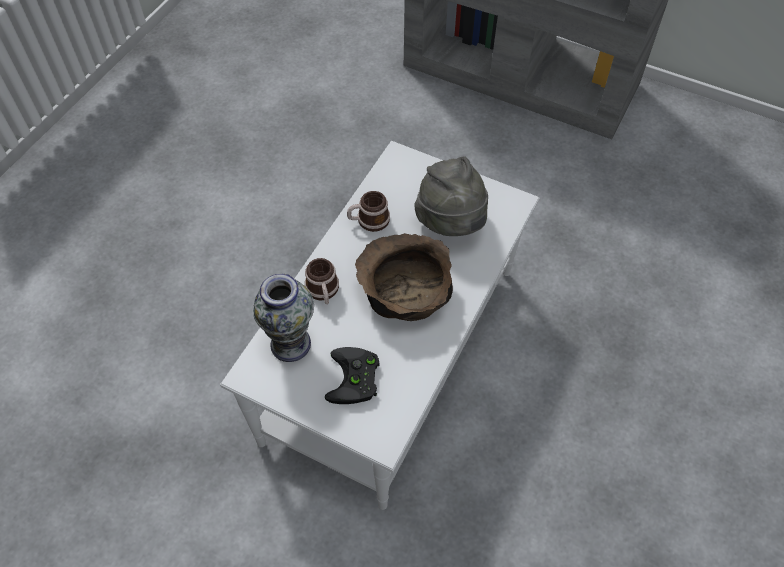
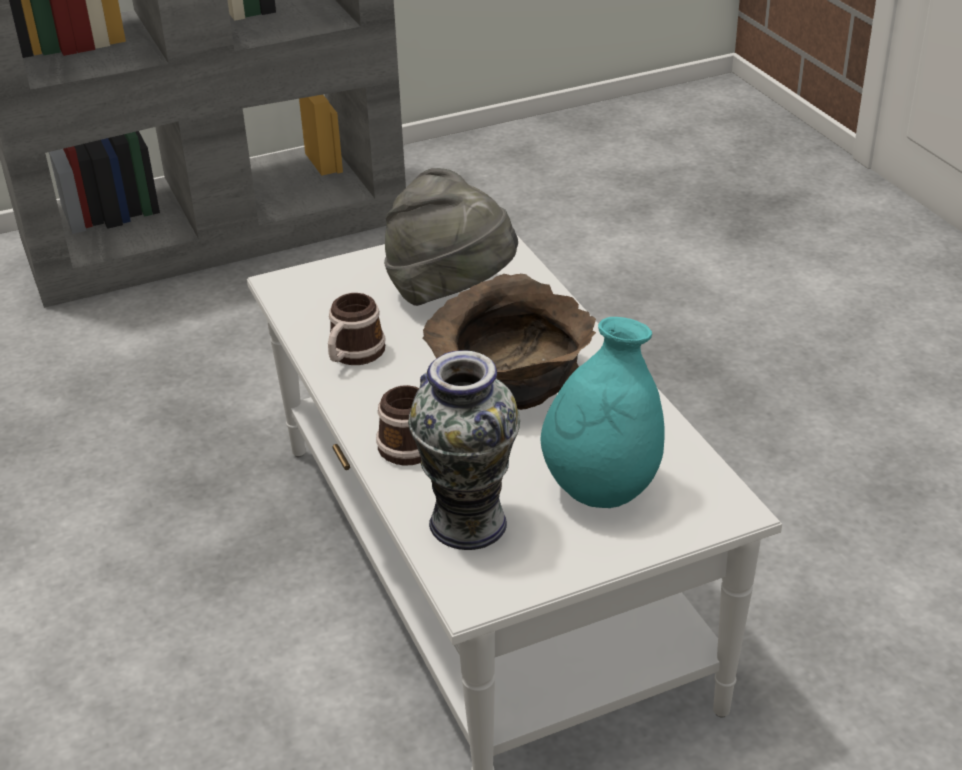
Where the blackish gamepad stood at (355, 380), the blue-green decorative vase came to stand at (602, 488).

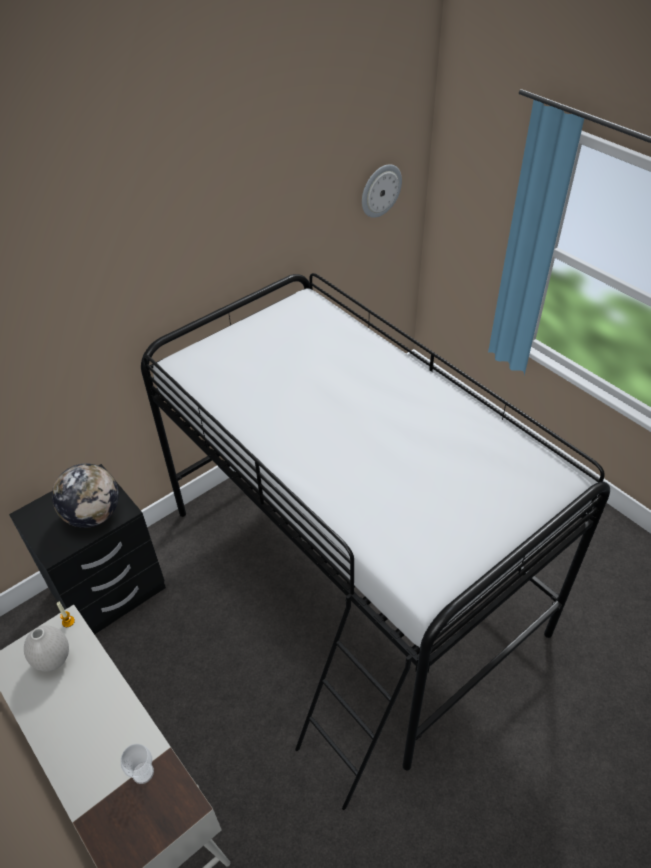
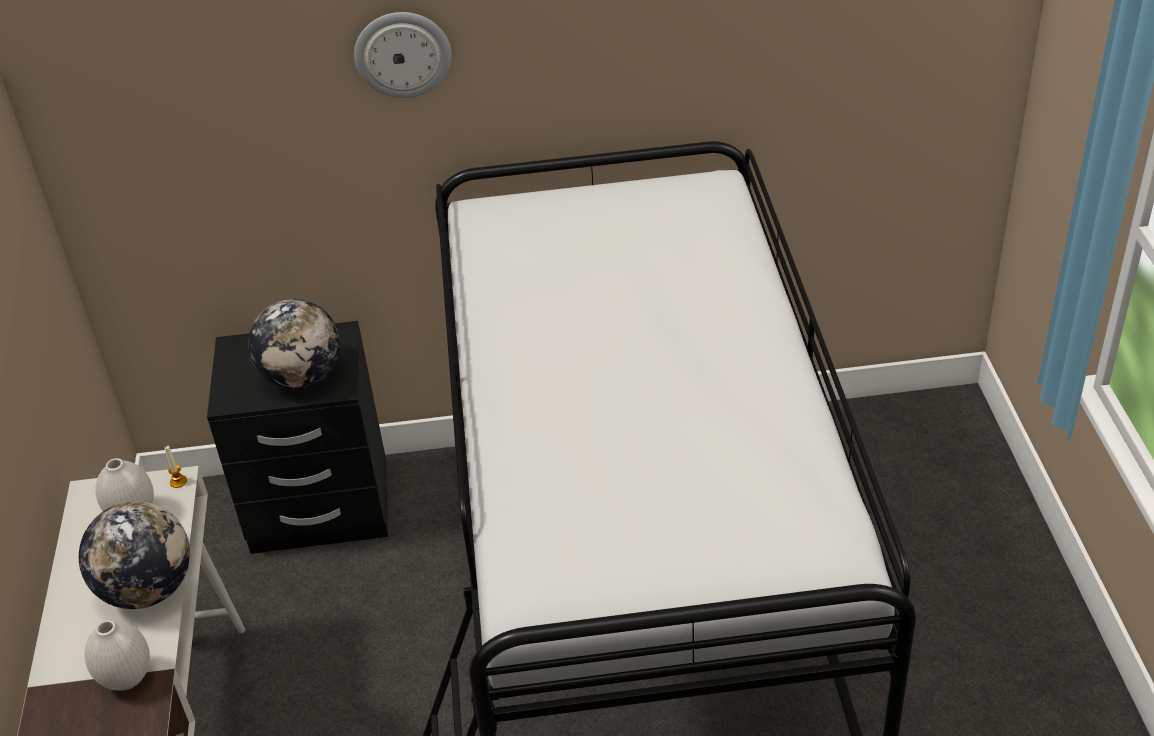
The second view gained the globe at (148, 589). Where the drinking cup stood at (143, 772), the white decorative vase came to stand at (127, 678). The wall clock ended up elsewhere, having gone from (380, 190) to (402, 54).

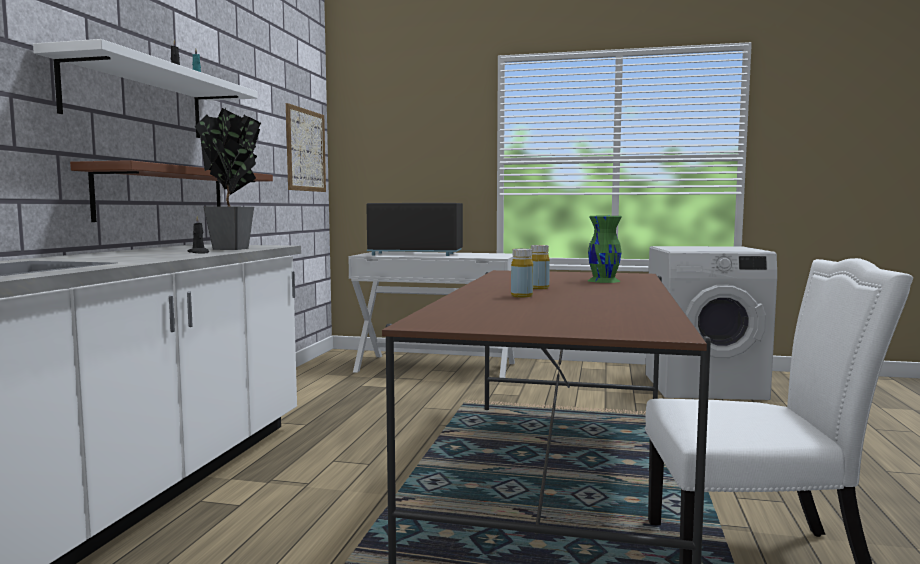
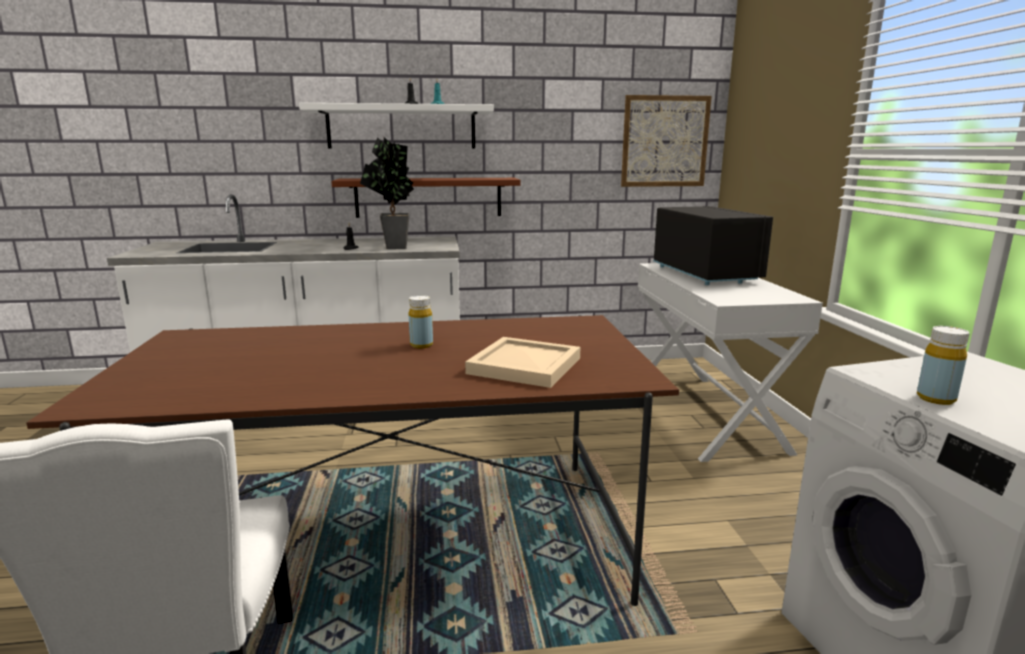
Where the green decorative vase stood at (604, 280), the beige carrying tray came to stand at (526, 365). The yellow-coloured beverage bottle ended up elsewhere, having gone from (521, 296) to (936, 399).

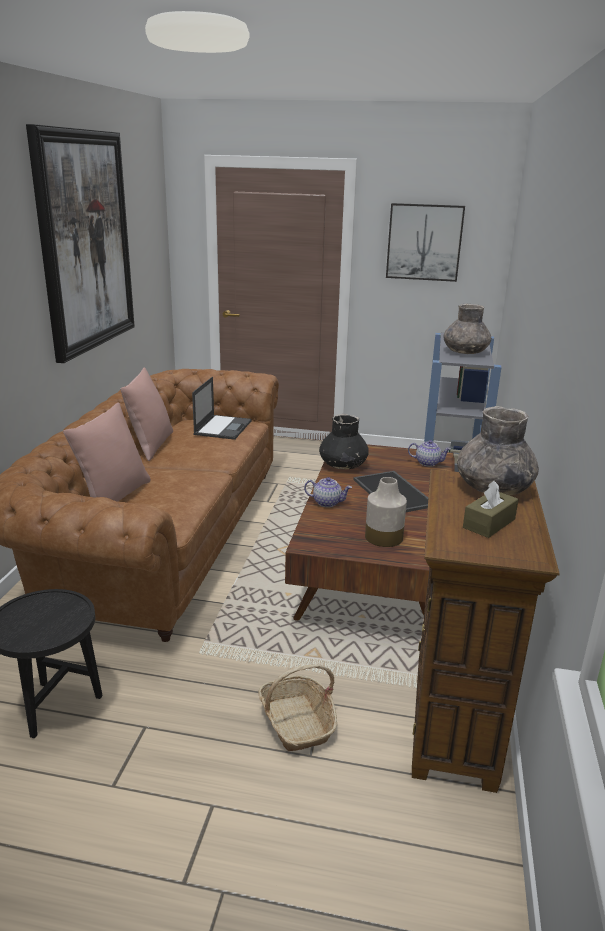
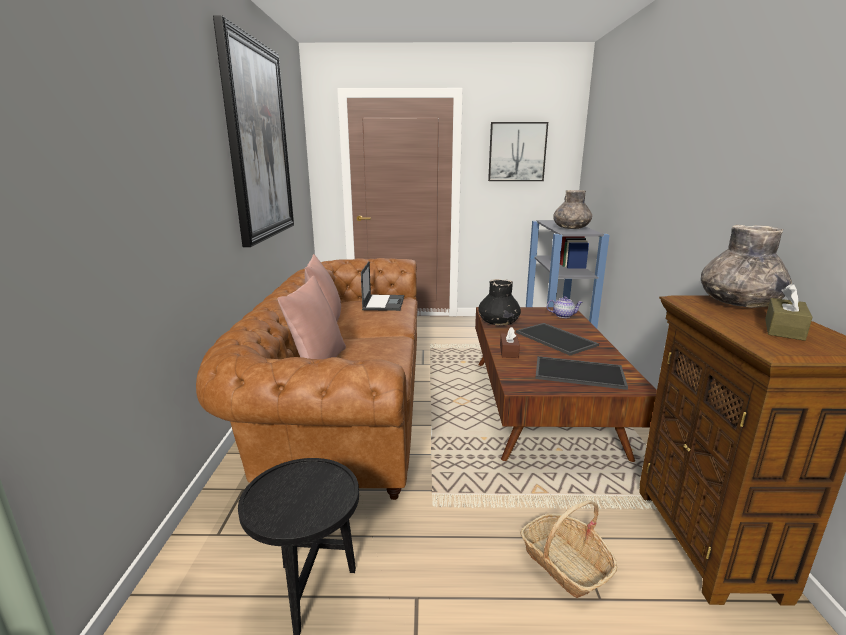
Where the teapot stood at (327, 502), the brownish box of tissues came to stand at (509, 351). Where the beige decorative vase stood at (383, 537), the carrying tray came to stand at (578, 373).

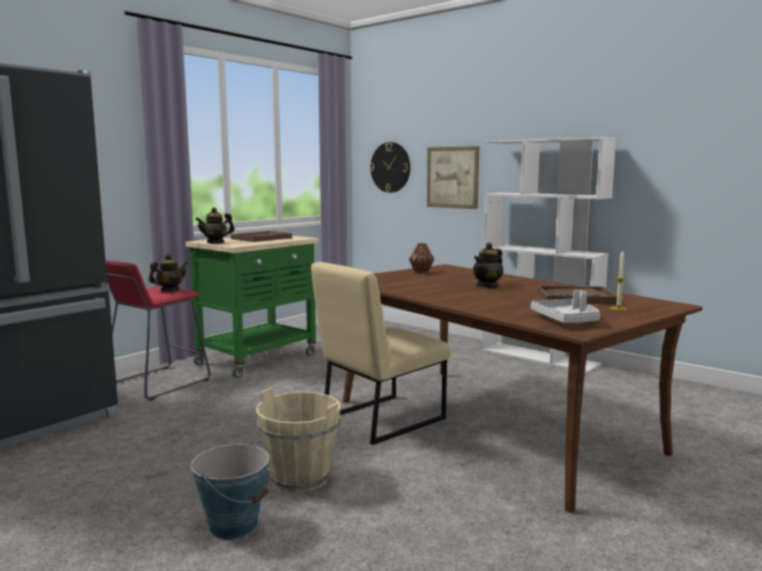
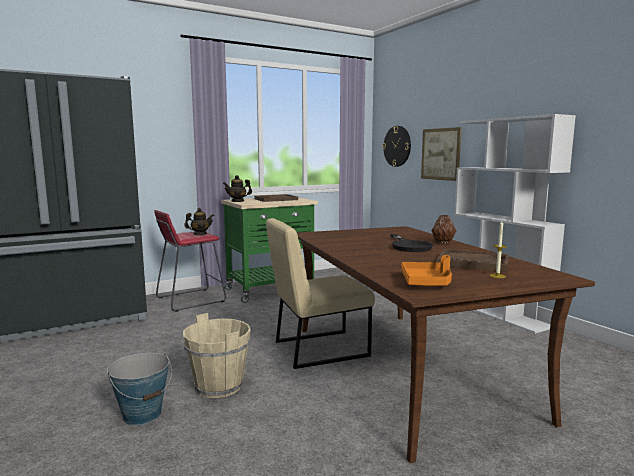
Where the teapot stood at (488, 286), the blackish skillet came to stand at (409, 246). What was the grey carrying tray at (567, 320) turned into the orangey carrying tray at (426, 282). The brownish decorative vase ended up elsewhere, having gone from (421, 272) to (442, 242).

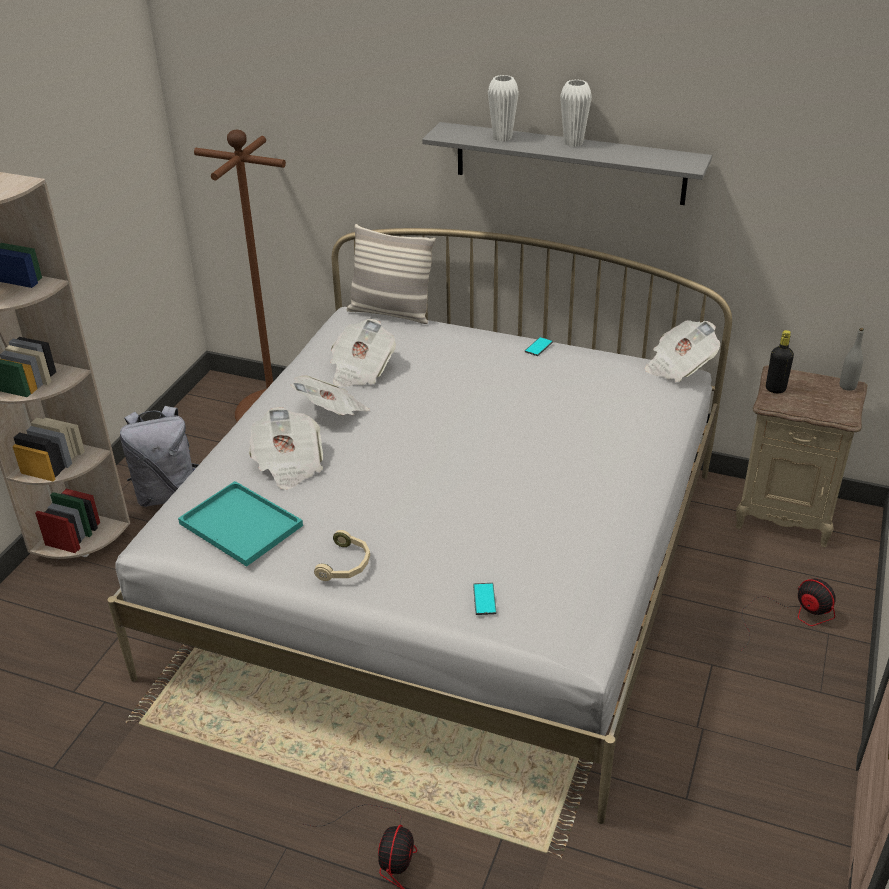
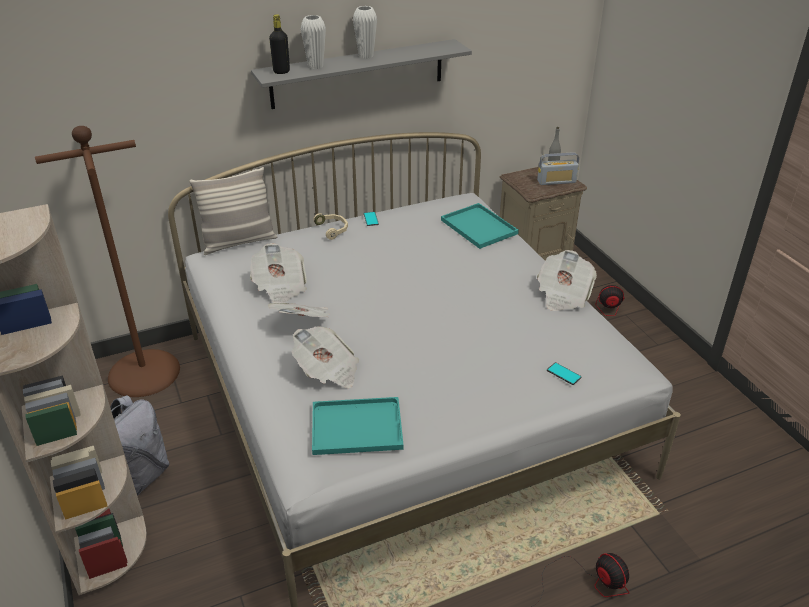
The blackish beverage bottle ended up elsewhere, having gone from (775, 389) to (281, 71). The beige pair of headphones ended up elsewhere, having gone from (346, 564) to (333, 229). The second view gained the blue-green carrying tray at (480, 227). The second view gained the radio at (556, 181). The newspaper ended up elsewhere, having gone from (679, 366) to (563, 295).

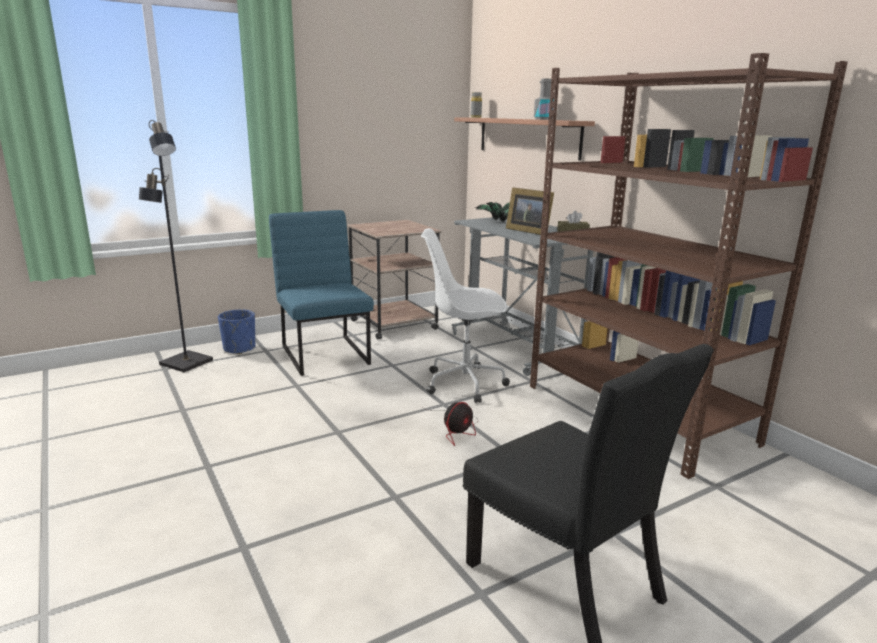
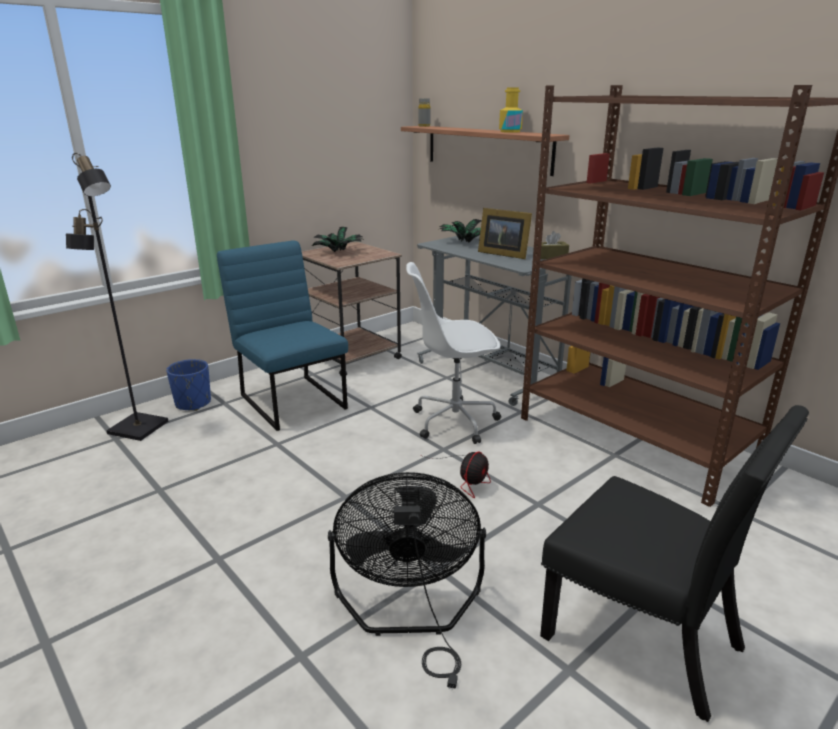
The second view gained the plant in a pot at (339, 252). The second view gained the blackish electric fan at (413, 616). What was the grey beverage bottle at (544, 119) turned into the yellow-coloured beverage bottle at (510, 131).

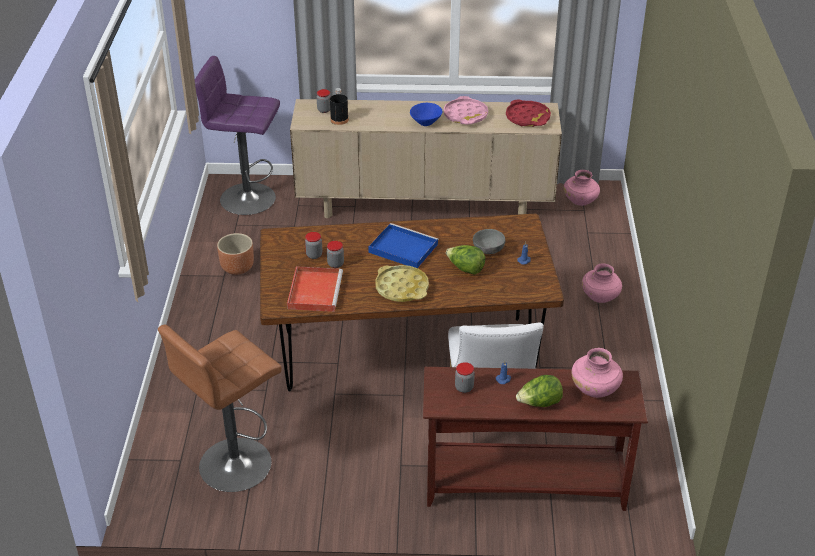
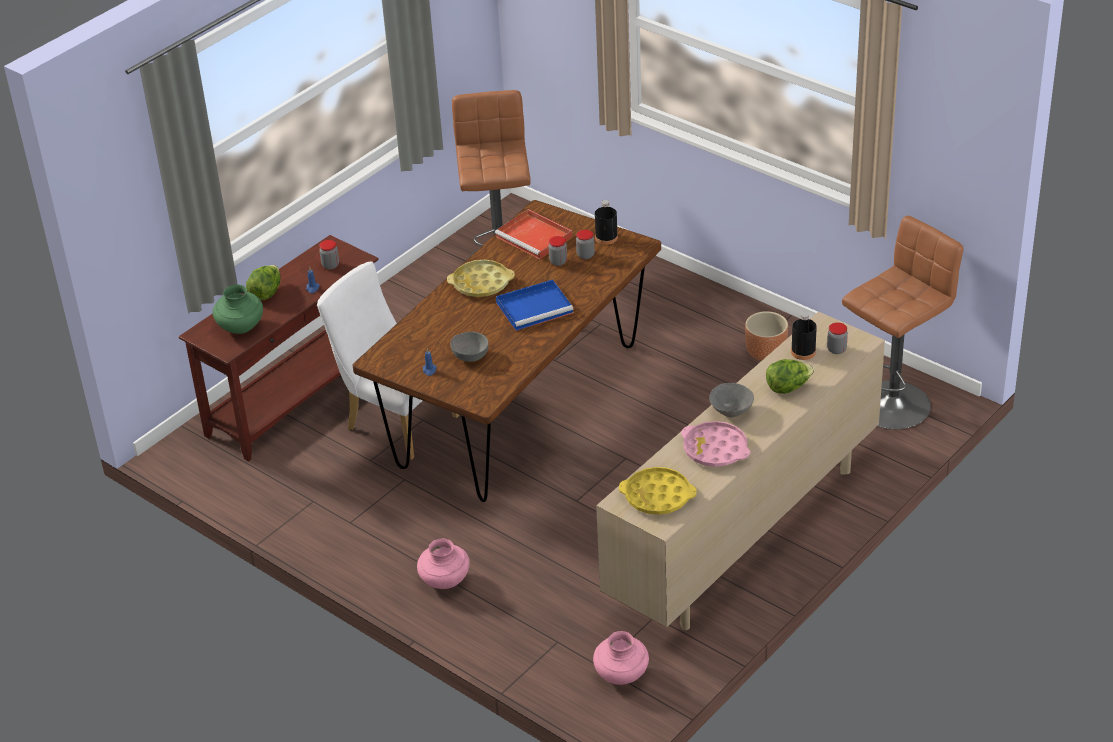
What was the pinkish decorative vase at (595, 389) turned into the green decorative vase at (241, 327). The second view gained the blackish beverage bottle at (606, 238). What was the reddish carrying tray at (527, 118) turned into the yellow-coloured carrying tray at (657, 496). What was the blue bowl at (425, 122) turned into the grey bowl at (731, 411). The head of lettuce ended up elsewhere, having gone from (465, 269) to (788, 387). What was the purple stool at (247, 198) turned into the brownish stool at (894, 405).

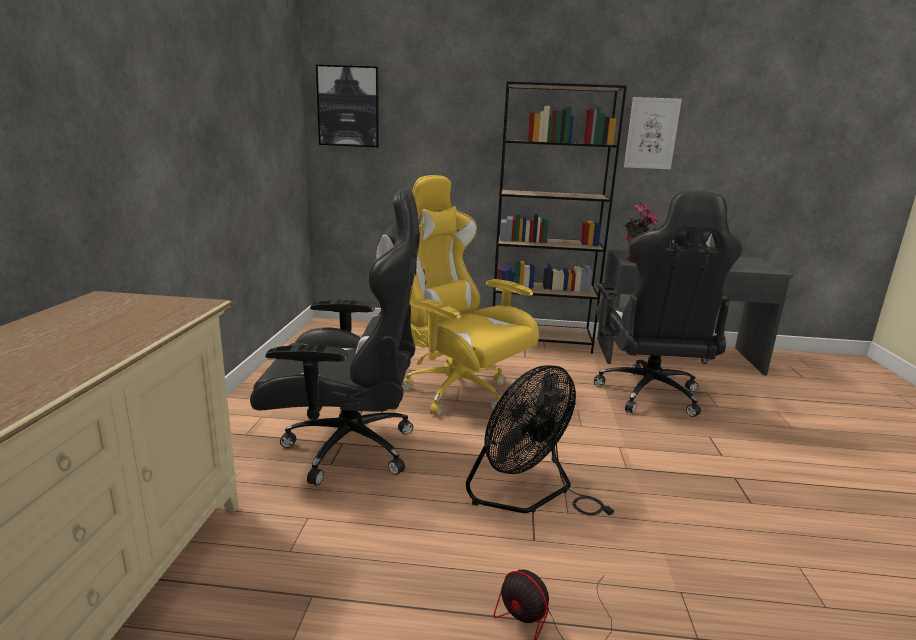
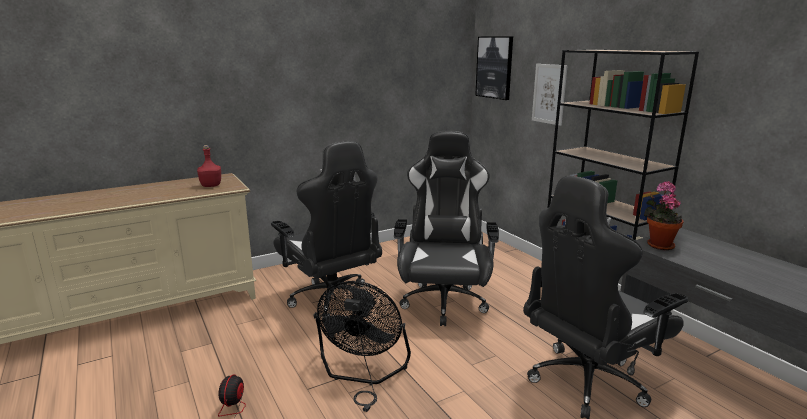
The second view gained the reddish beverage bottle at (211, 185). What was the yellow-coloured office chair at (463, 395) turned into the blackish office chair at (444, 306). The wall picture ended up elsewhere, having gone from (651, 133) to (549, 94).

